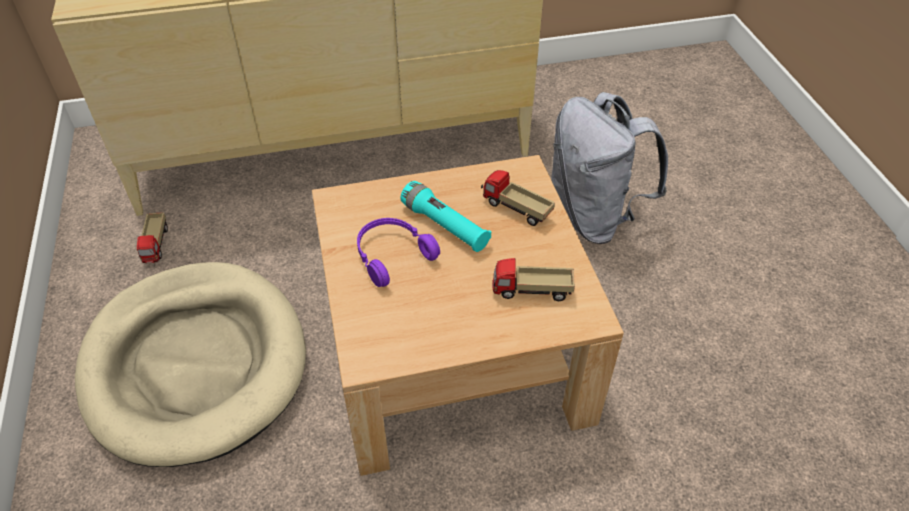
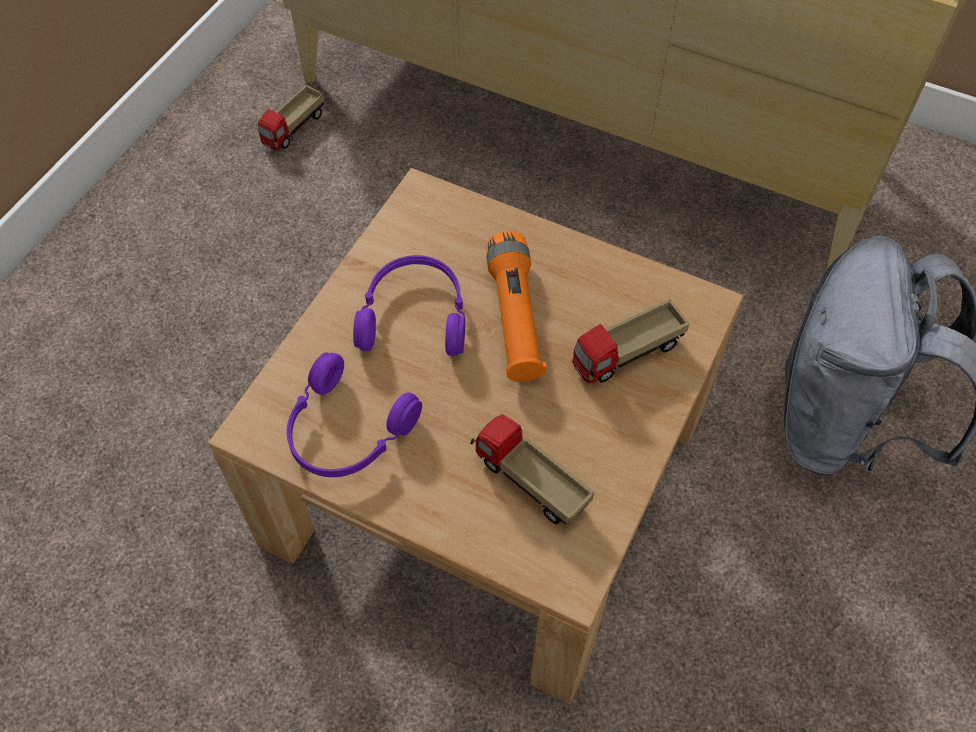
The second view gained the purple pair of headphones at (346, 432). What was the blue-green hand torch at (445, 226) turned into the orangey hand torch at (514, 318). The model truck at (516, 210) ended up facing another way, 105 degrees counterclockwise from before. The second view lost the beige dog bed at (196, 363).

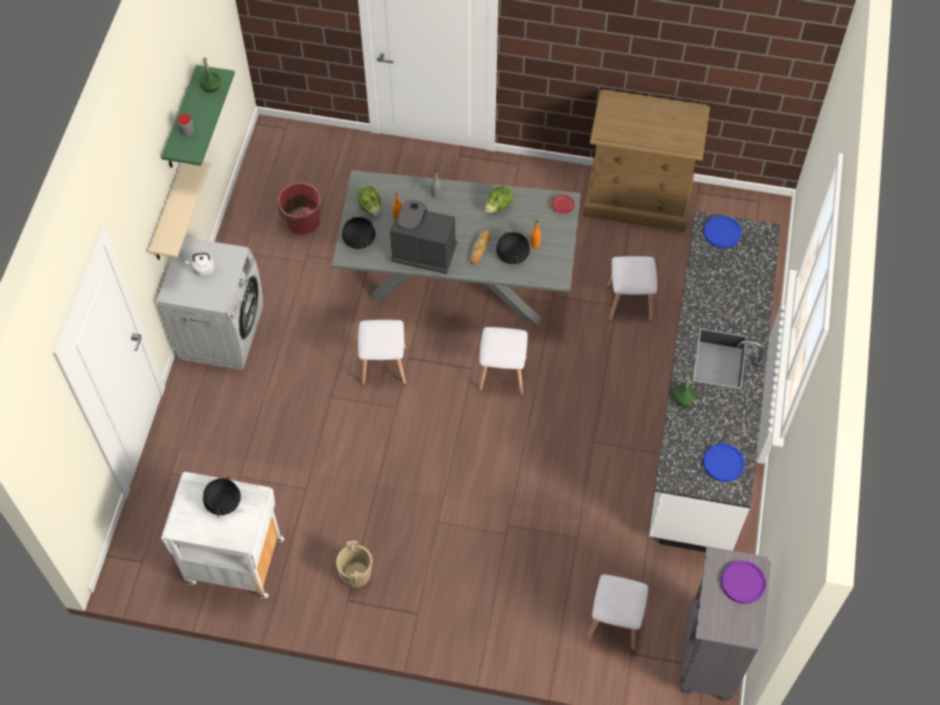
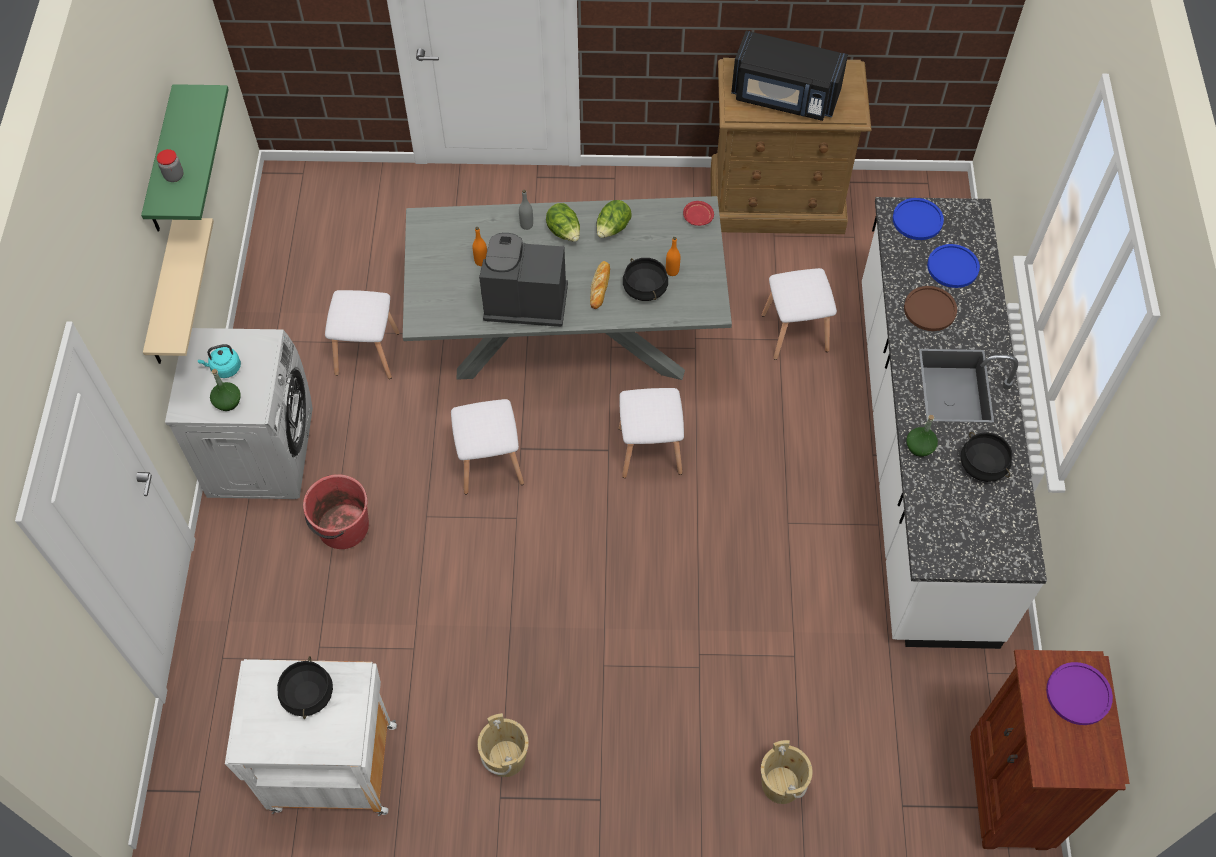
What was the white water kettle at (203, 269) turned into the blue-green water kettle at (224, 368). The green beverage bottle ended up elsewhere, having gone from (211, 86) to (227, 402). The reddish pail ended up elsewhere, having gone from (302, 221) to (342, 527). The white stool ended up elsewhere, having gone from (614, 620) to (367, 352). The head of lettuce ended up elsewhere, having gone from (370, 207) to (564, 232). The second view gained the blackish microwave oven at (784, 97). The second view gained the beige pail at (781, 784). The second view gained the brownish flat dish at (930, 309). The blue flat dish ended up elsewhere, having gone from (723, 463) to (952, 267). The blackish stockpot ended up elsewhere, having gone from (359, 239) to (983, 465). What was the grey cabinet at (707, 659) turned into the brownish cabinet at (1005, 796).

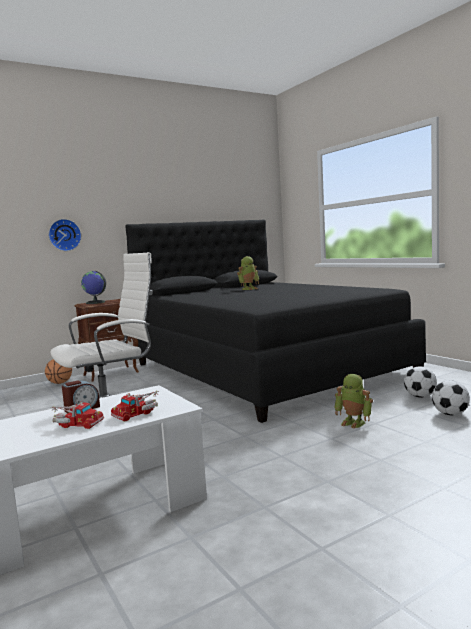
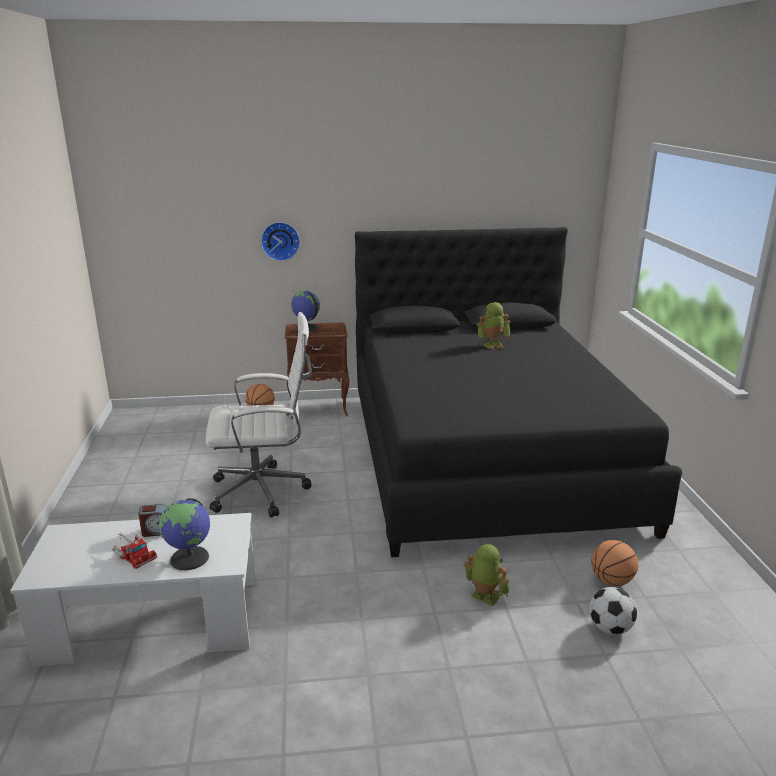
Where the model truck stood at (138, 412), the globe came to stand at (190, 558). The toy robot at (354, 422) ended up facing another way, 150 degrees clockwise from before. Where the ball for football stood at (420, 396), the basketball came to stand at (611, 581).

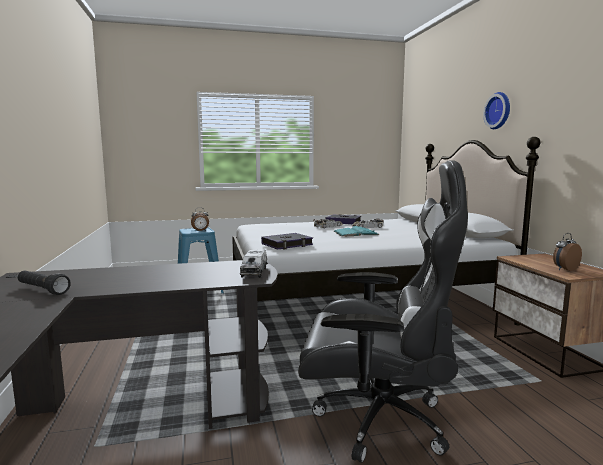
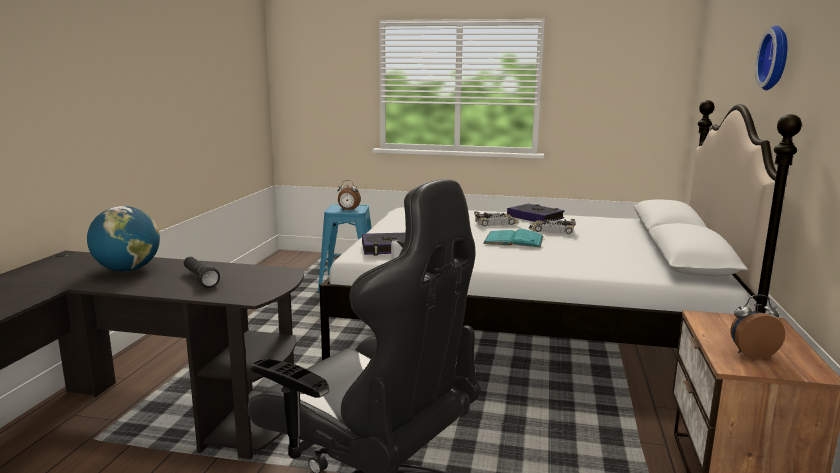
The second view gained the globe at (127, 270). The blackish hand torch ended up elsewhere, having gone from (42, 290) to (200, 279). The second view lost the model truck at (254, 272).

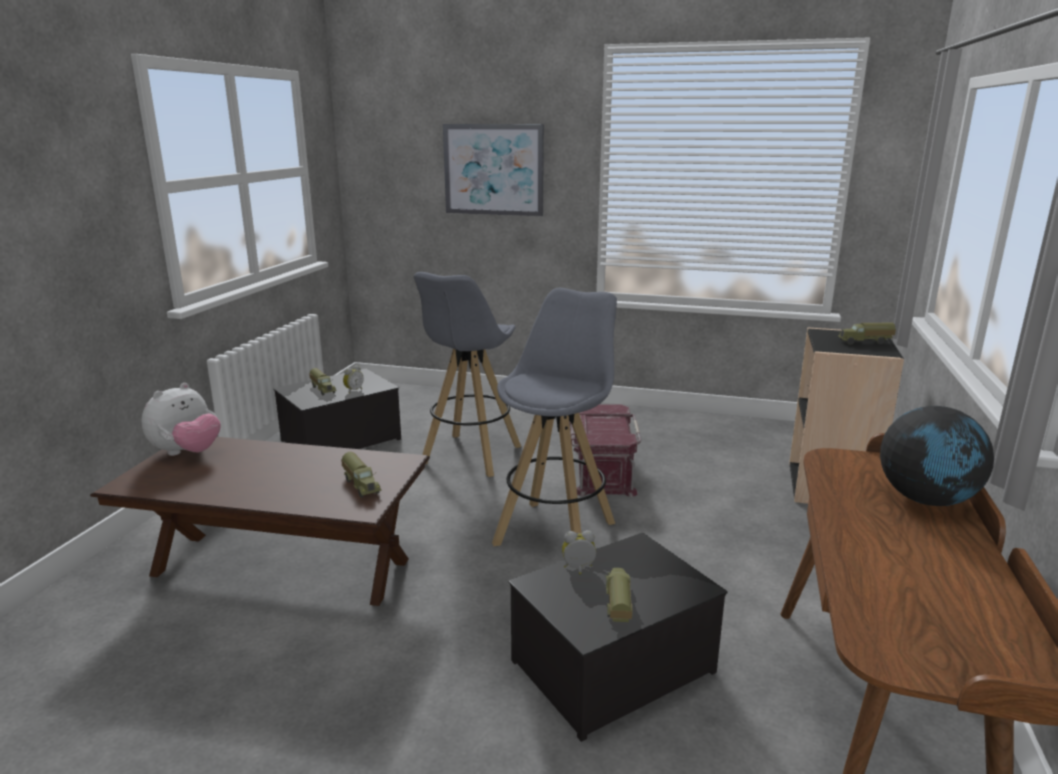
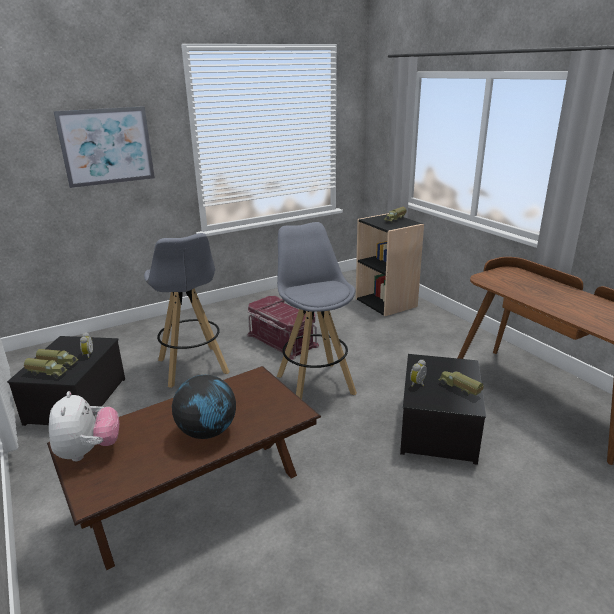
The model truck ended up elsewhere, having gone from (361, 485) to (47, 373). The globe ended up elsewhere, having gone from (926, 500) to (207, 431).

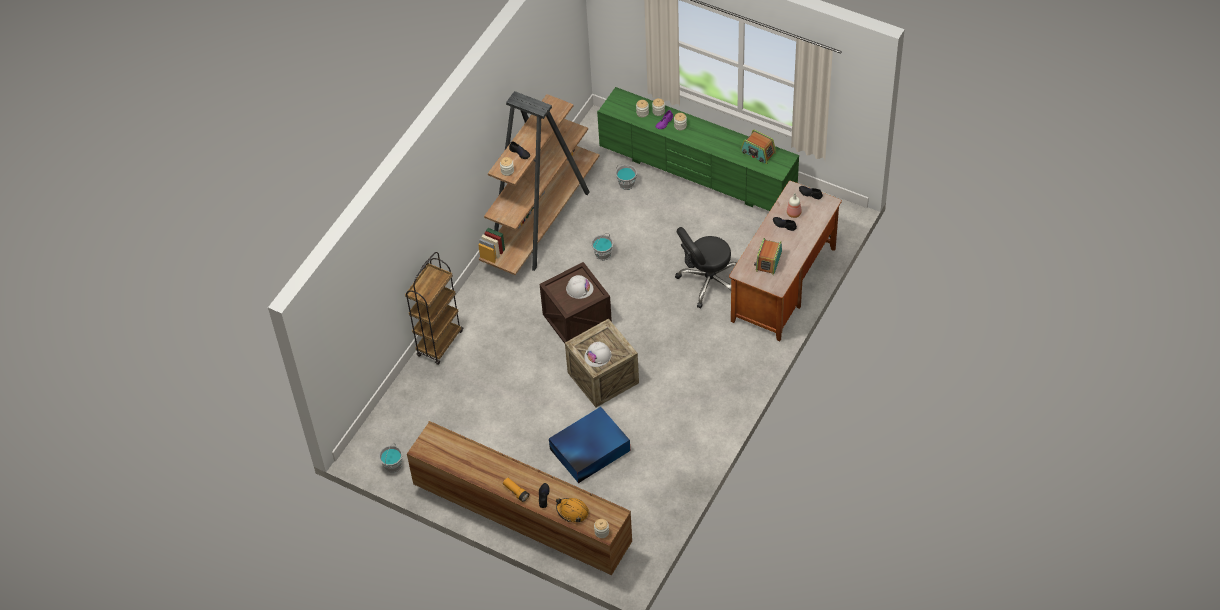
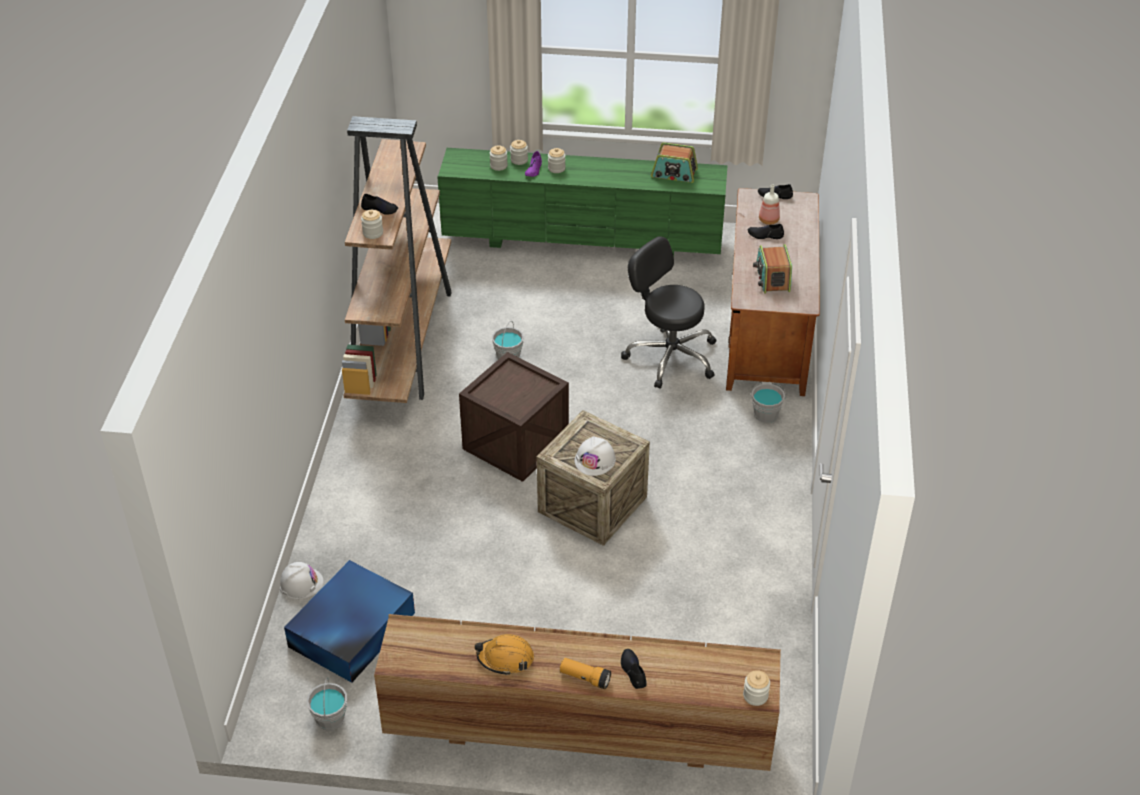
The white work helmet ended up elsewhere, having gone from (579, 288) to (301, 583). The blue storage box ended up elsewhere, having gone from (589, 450) to (350, 630). The orangey work helmet ended up elsewhere, having gone from (572, 511) to (505, 658). The blackish office chair at (707, 283) ended up facing another way, 90 degrees clockwise from before. The grey pail ended up elsewhere, having gone from (627, 184) to (766, 414). The second view lost the brownish wheeled cart at (439, 344).

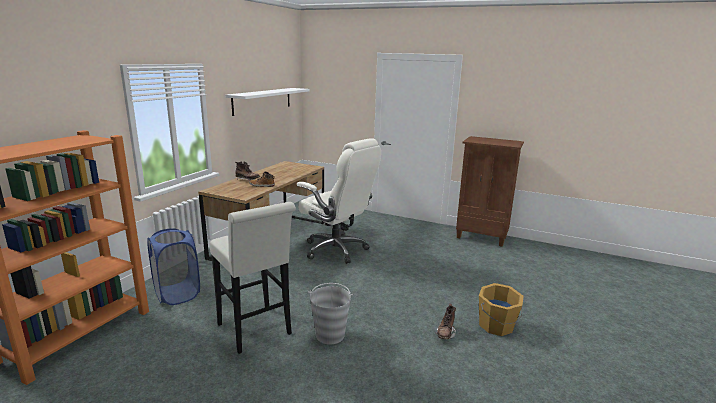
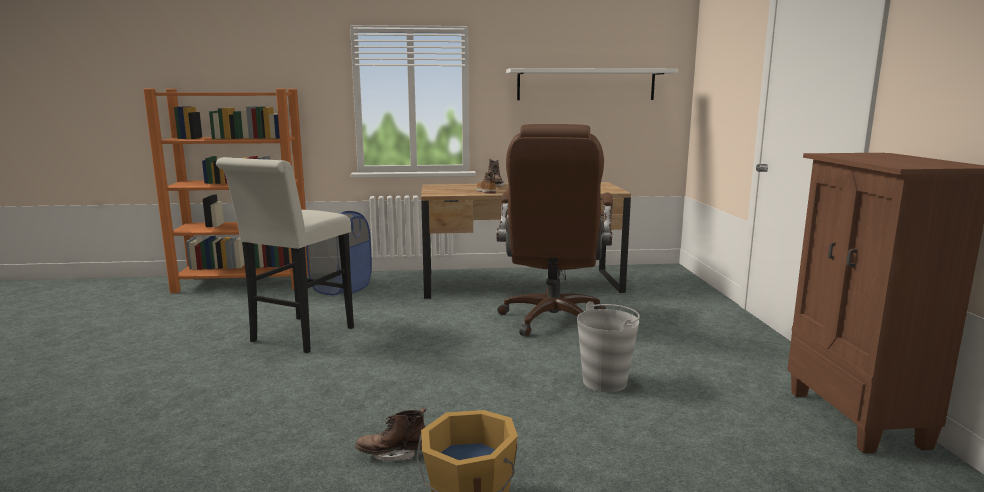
What was the white office chair at (336, 250) turned into the brownish office chair at (552, 320). The grey pail ended up elsewhere, having gone from (330, 335) to (605, 382).

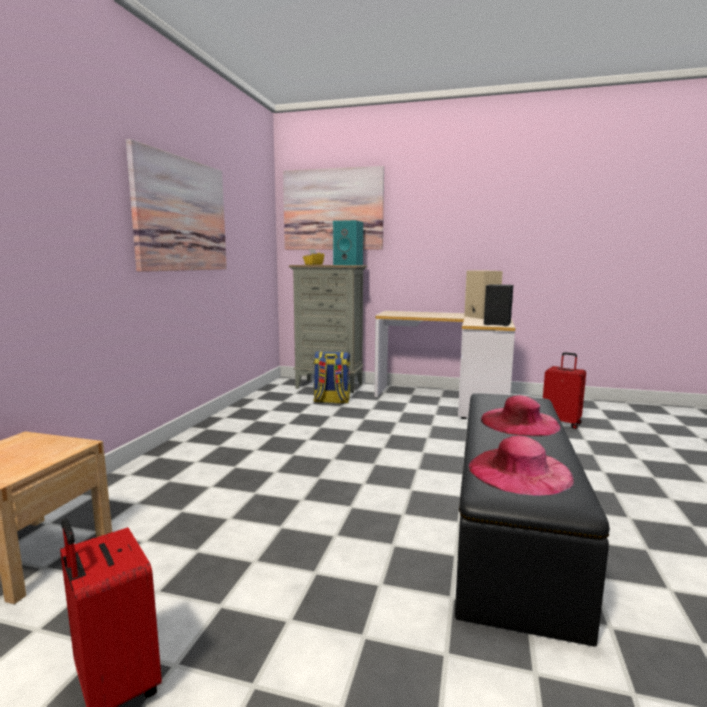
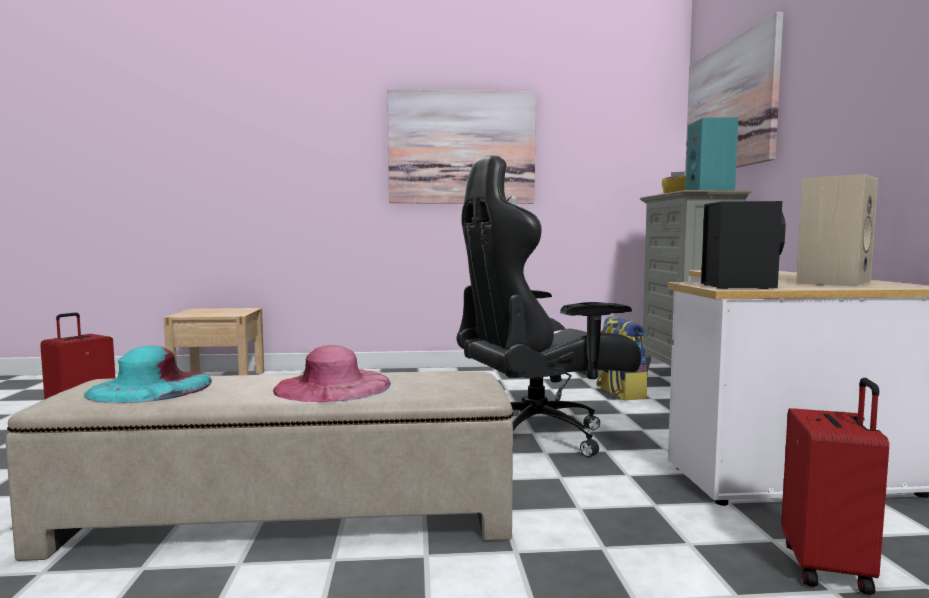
What was the blackish indoor bench at (510, 520) turned into the beige indoor bench at (289, 515). What was the pinkish clothing hat at (519, 471) turned into the blue-green clothing hat at (150, 387). The second view gained the blackish office chair at (543, 436).

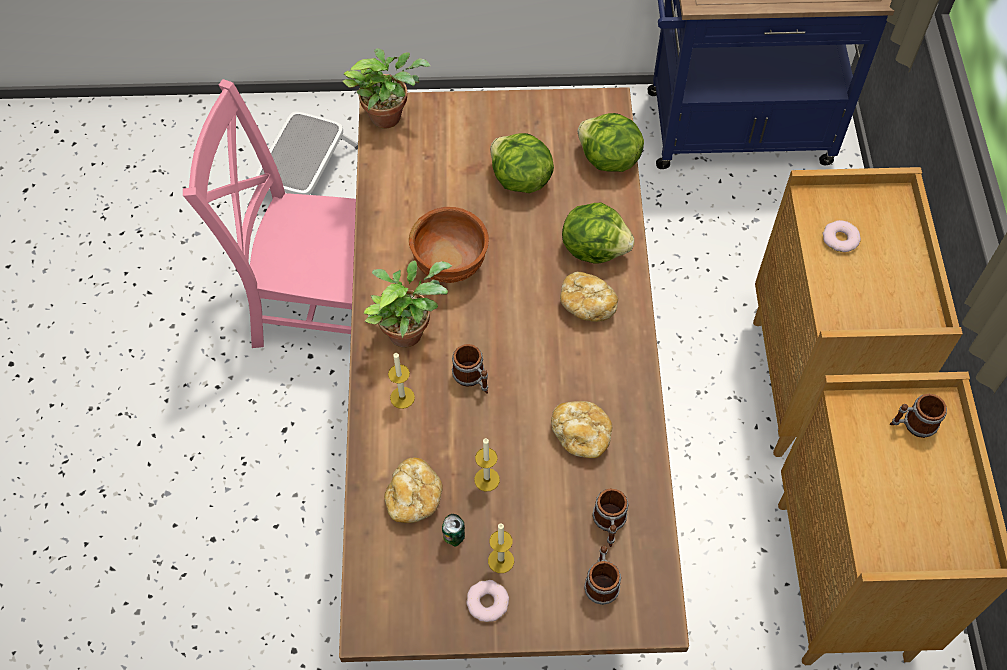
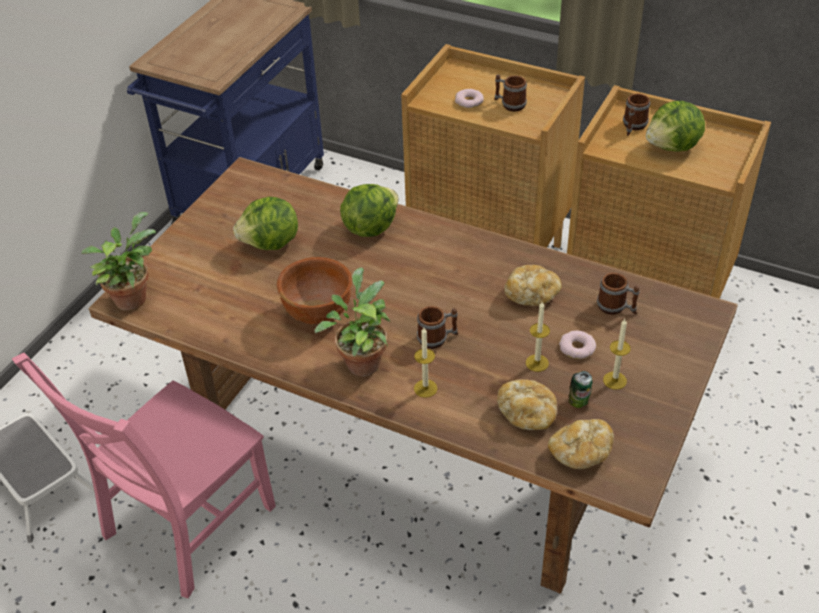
The tea mug ended up elsewhere, having gone from (601, 582) to (509, 104). The bread ended up elsewhere, having gone from (587, 304) to (580, 454). The donut ended up elsewhere, having gone from (487, 602) to (577, 348). The head of lettuce ended up elsewhere, having gone from (608, 160) to (673, 147).

